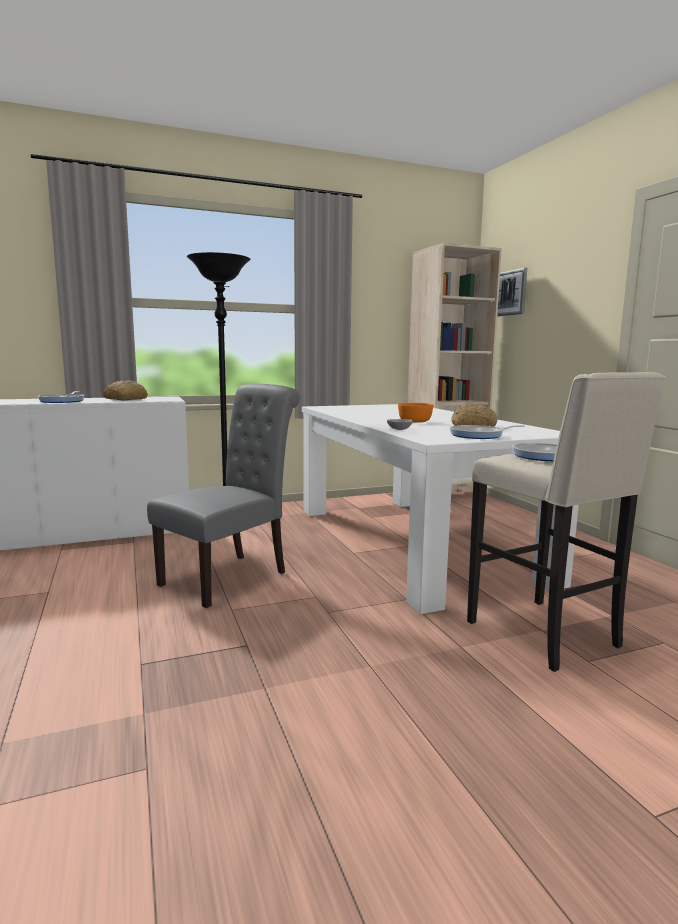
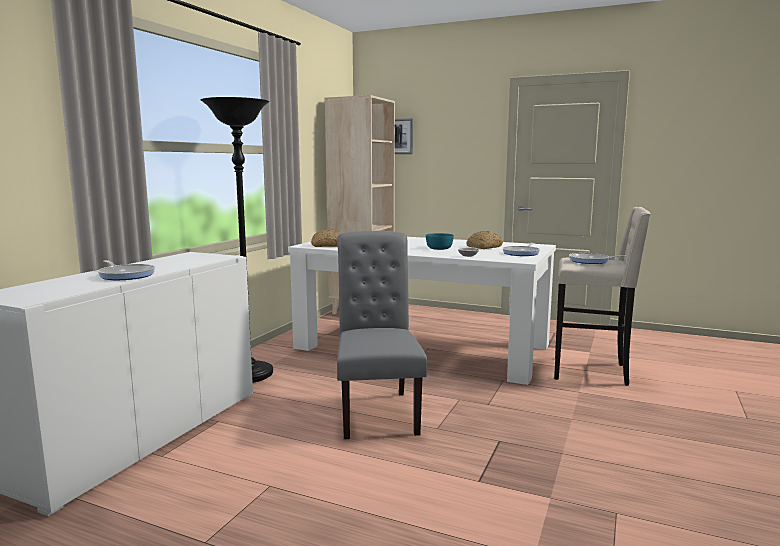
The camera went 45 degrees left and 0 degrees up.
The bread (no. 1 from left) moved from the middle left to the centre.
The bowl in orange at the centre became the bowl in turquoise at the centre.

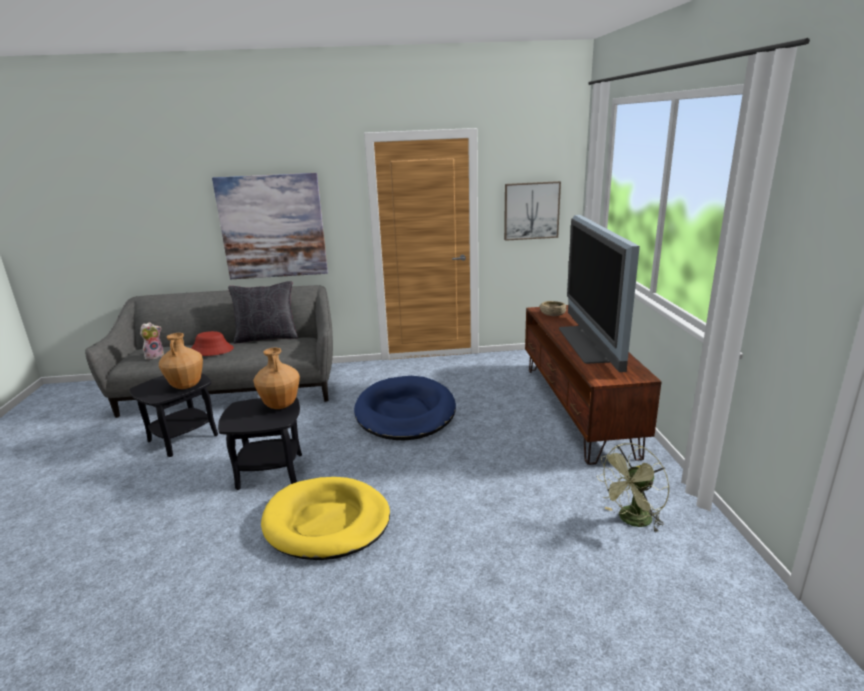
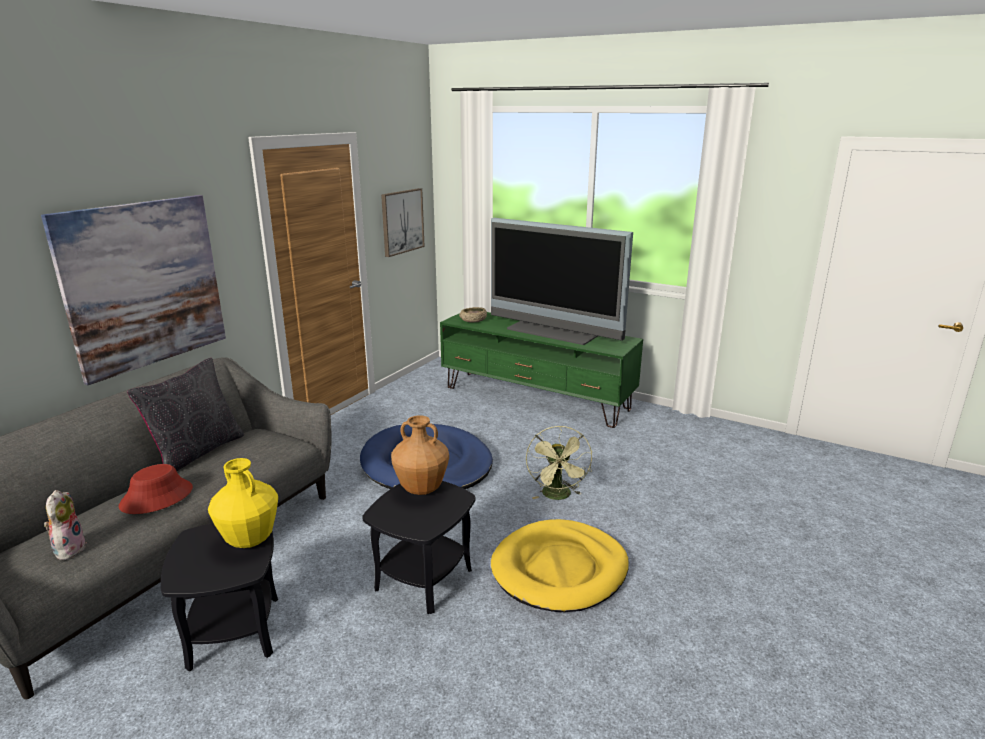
The camera went 55 degrees left and 0 degrees up.
The vase in brown (no. 1 from left) at the middle left became the vase in yellow at the bottom left.
The tv stand in brown at the middle right became the tv stand in green at the centre.
The fan in green moved from the bottom right to the centre.

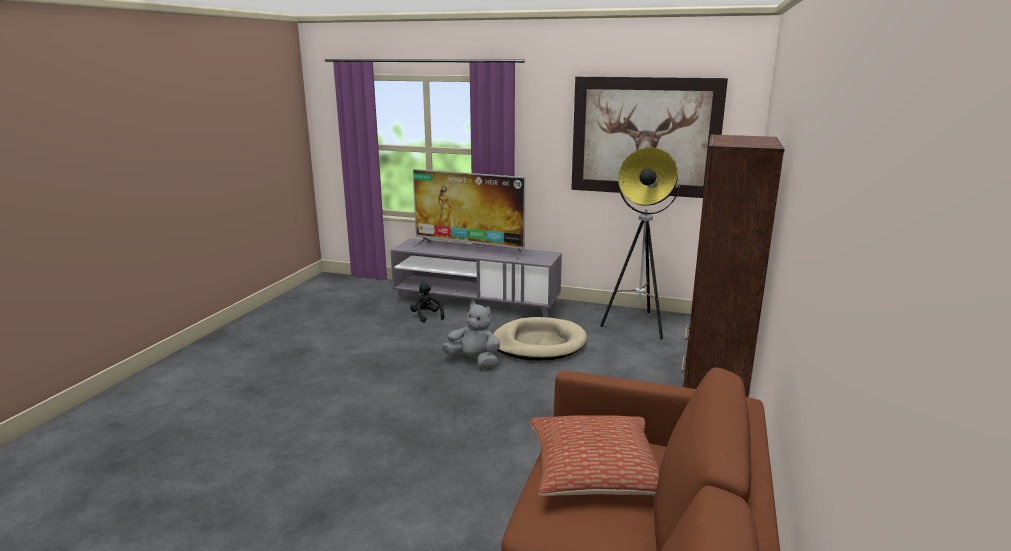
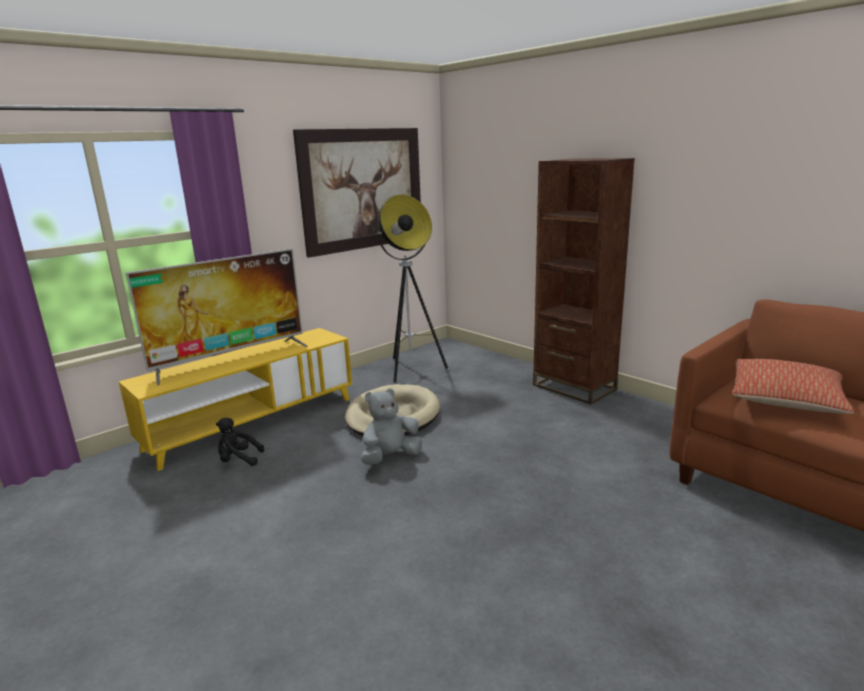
The camera went 60 degrees left and 0 degrees up.
The tv stand in grey at the centre became the tv stand in yellow at the middle left.

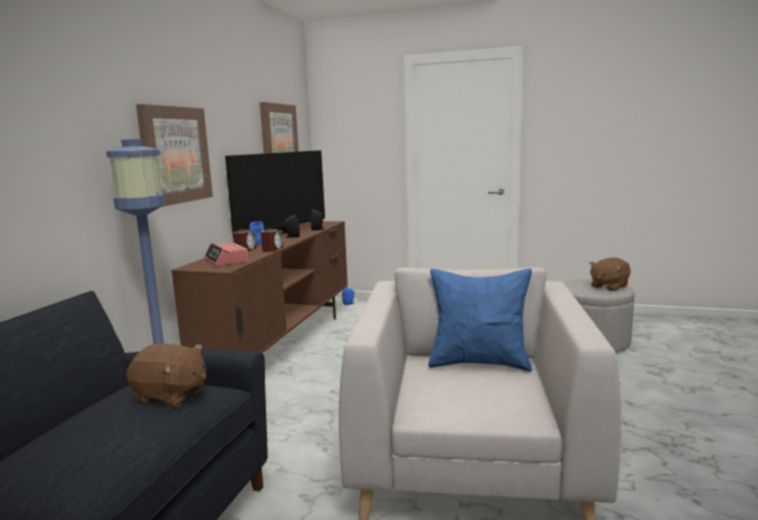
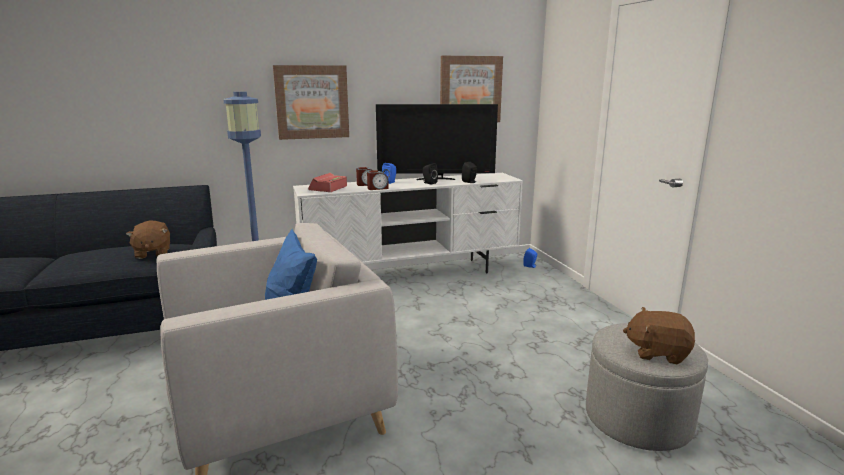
The camera went 55 degrees right and 5 degrees up.
The tv stand in brown at the centre became the tv stand in white at the centre.

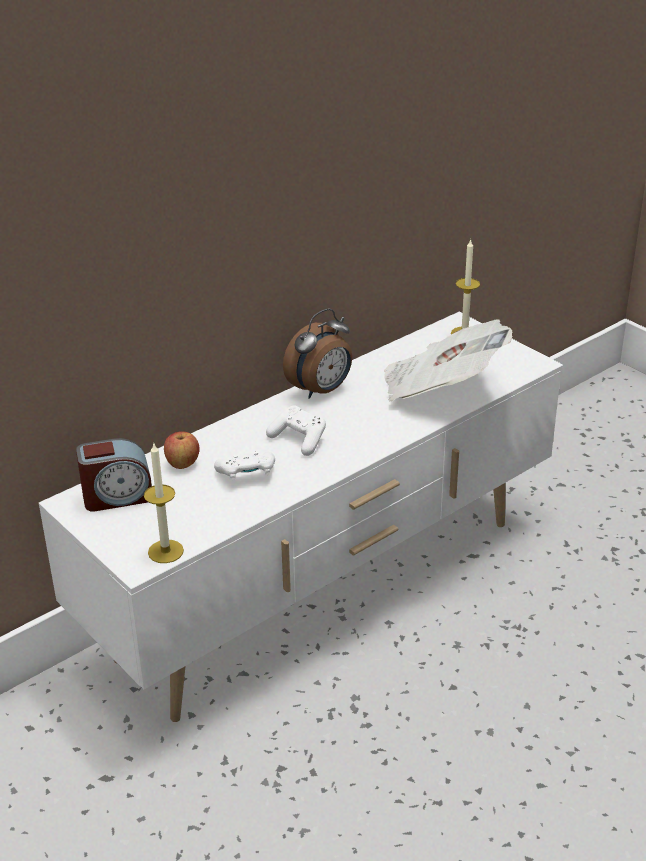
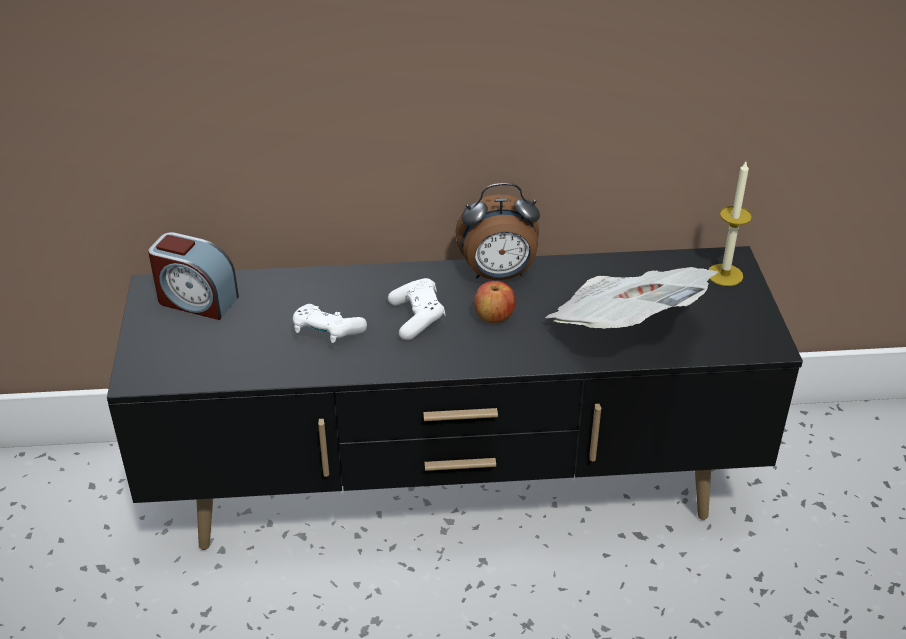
The camera went 35 degrees right and 5 degrees up.
The tv stand in white at the centre became the tv stand in black at the centre.
The apple moved from the middle left to the centre.
The candle (no. 1 from left) at the middle left disappeared.

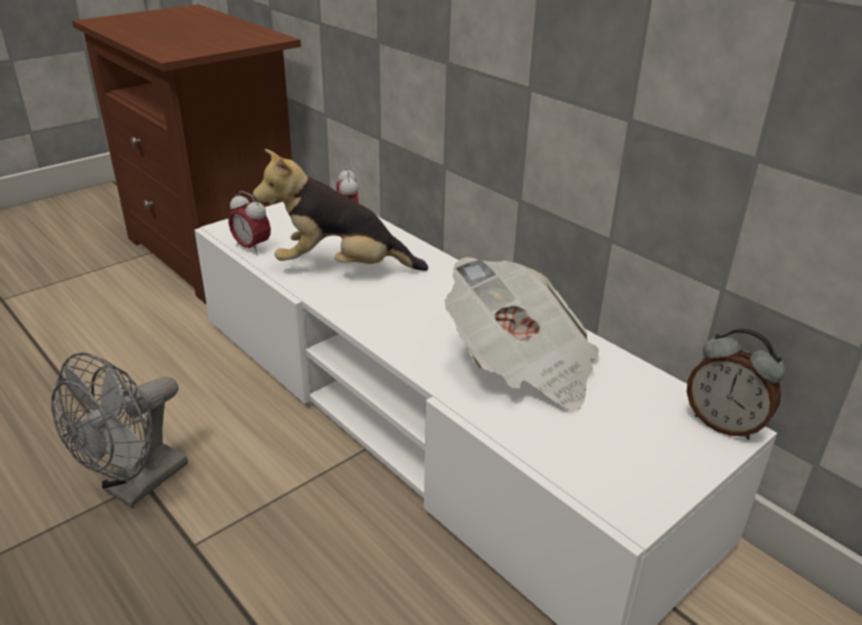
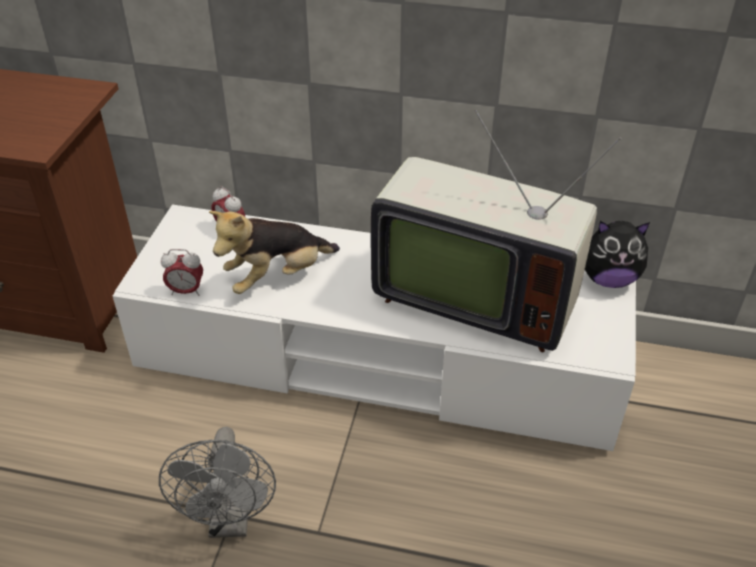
The camera went 35 degrees left and 10 degrees up.
The newspaper at the centre was replaced by the television at the centre.
The alarm clock (no. 3 from left) at the middle right was replaced by the plush toy (no. 2 from left) at the middle right.

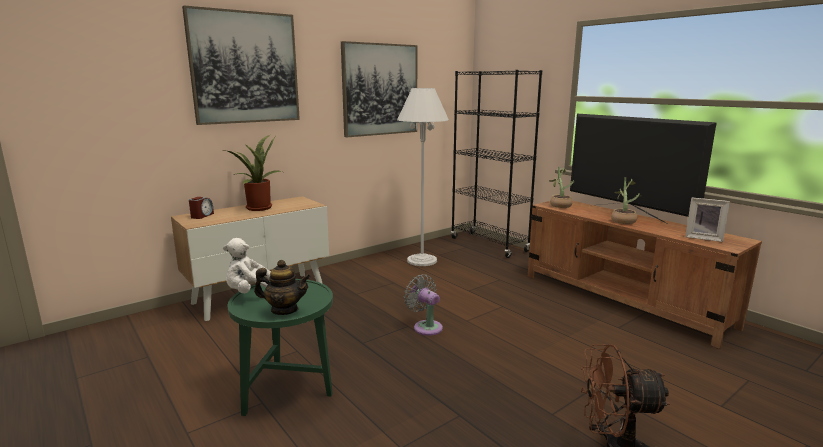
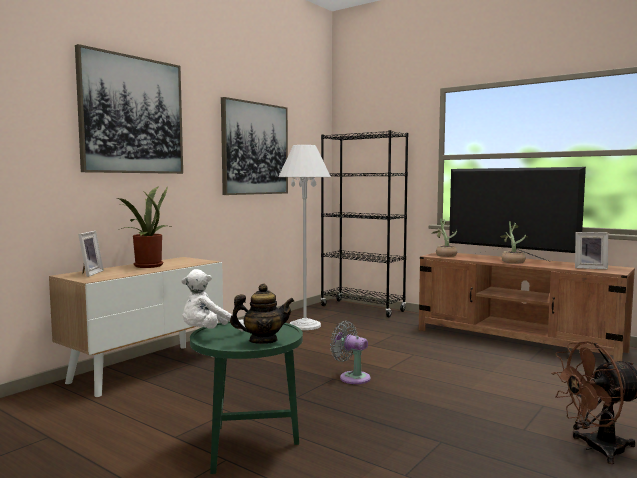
The camera went 15 degrees left and 10 degrees down.
The alarm clock at the middle left was replaced by the picture frame (no. 1 from left) at the middle left.

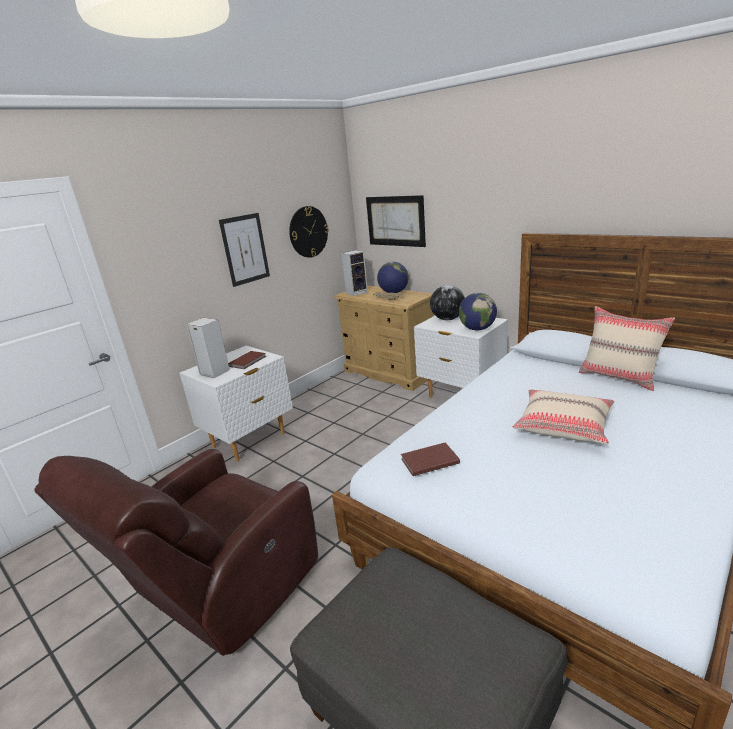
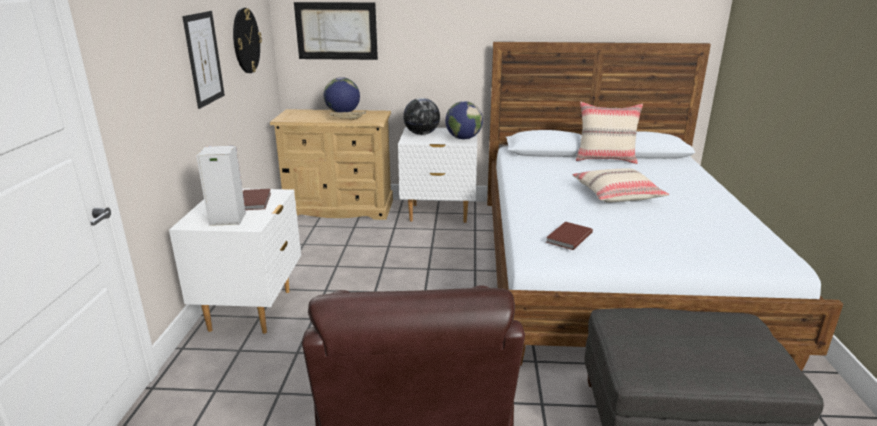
The camera went 40 degrees left and 0 degrees up.
The speaker (no. 2 from left) at the centre disappeared.

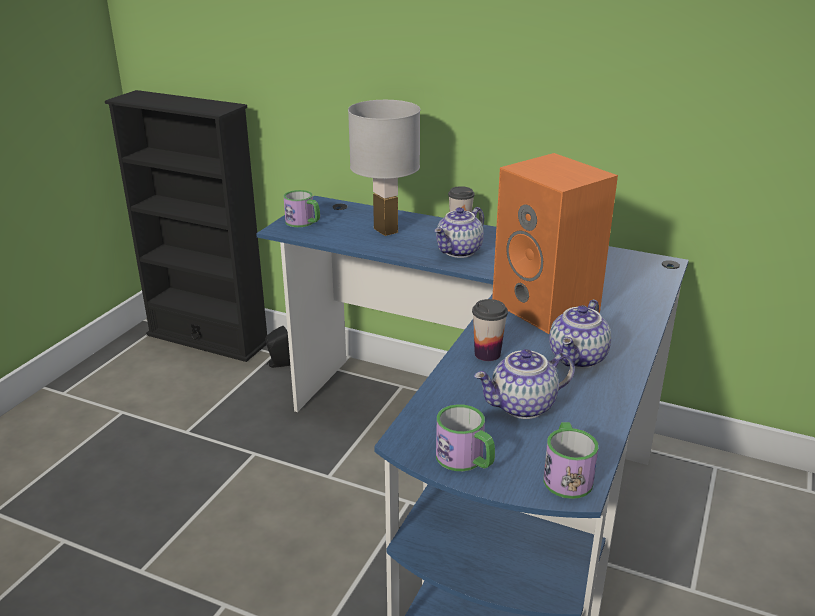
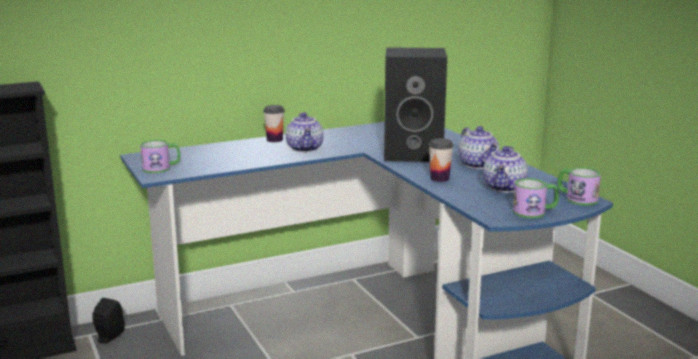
The camera went 50 degrees left and 10 degrees down.
The speaker in orange at the middle right became the speaker in black (no. 2 from left) at the top centre.
The table lamp in white at the top centre disappeared.

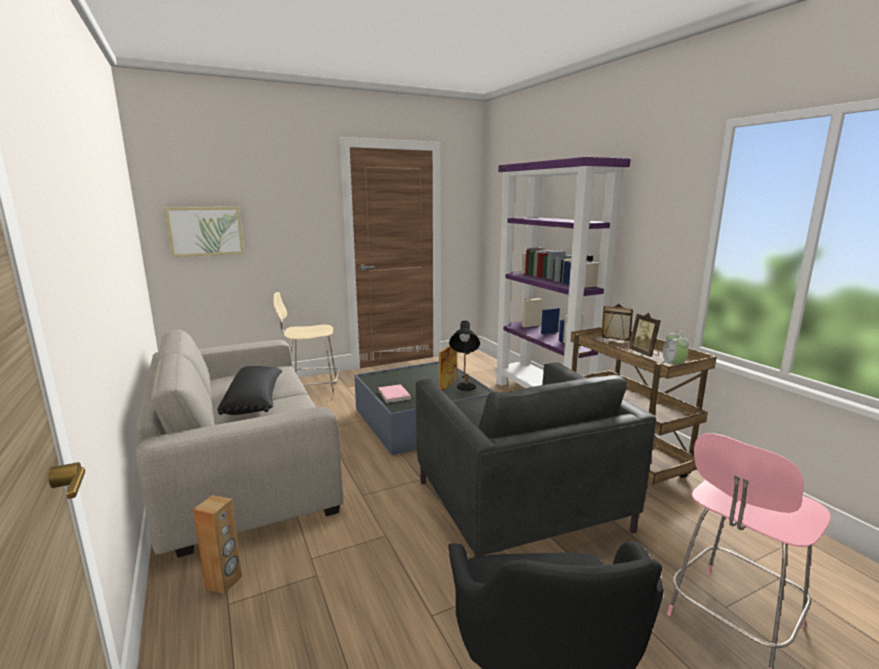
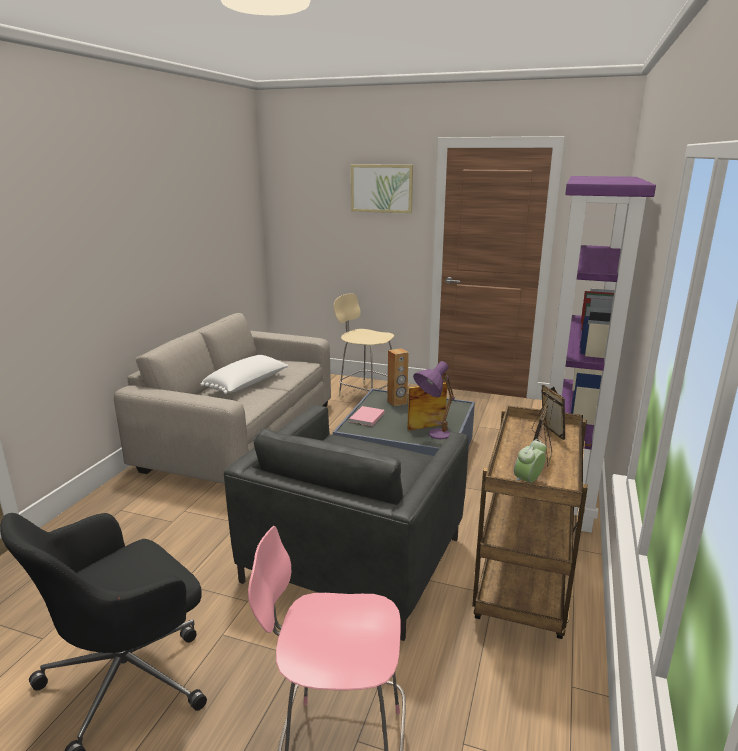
The camera went 45 degrees right and 5 degrees up.
The pillow in black at the middle left became the pillow in white at the middle left.
The picture moved from the middle left to the top centre.
The speaker in brown moved from the bottom left to the centre.
The table lamp in black at the centre became the table lamp in purple at the centre.

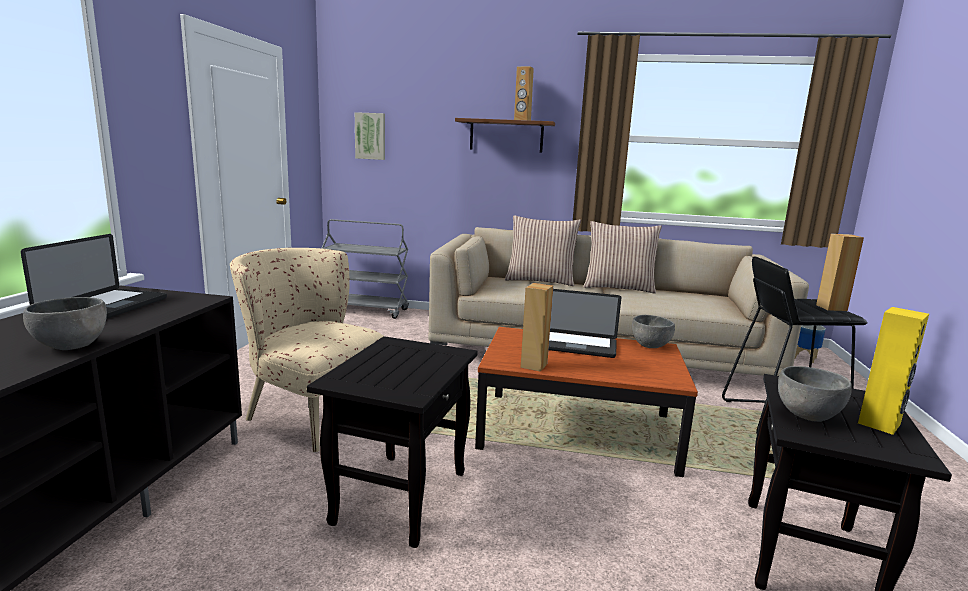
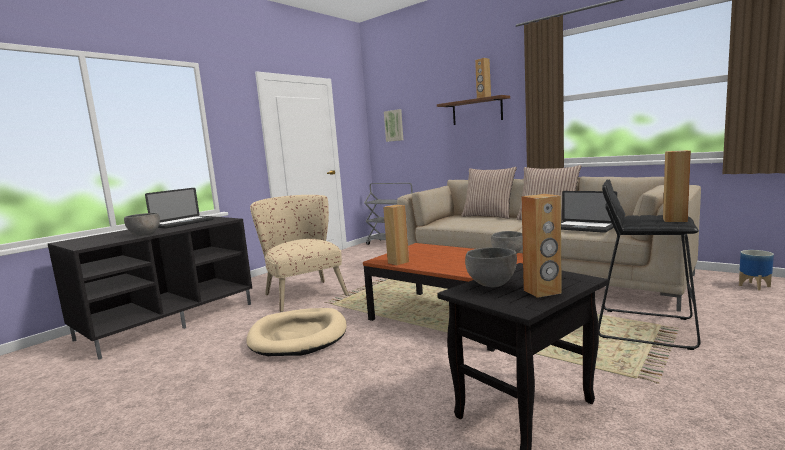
The camera went 30 degrees right and 5 degrees down.
The side table in black (no. 1 from left) at the bottom centre was replaced by the dog bed in beige at the bottom centre.
The speaker in yellow at the middle right became the speaker in brown (no. 3 from left) at the middle right.
The laptop (no. 2 from left) moved from the centre to the middle right.

